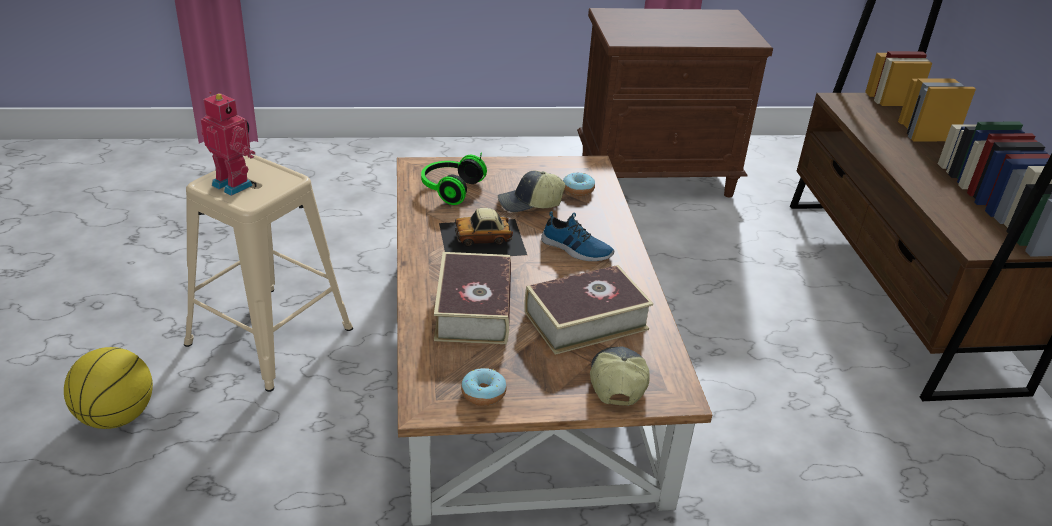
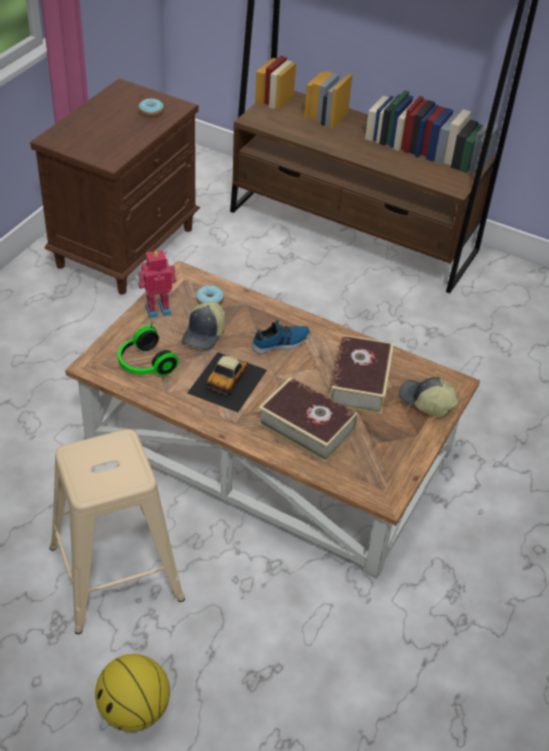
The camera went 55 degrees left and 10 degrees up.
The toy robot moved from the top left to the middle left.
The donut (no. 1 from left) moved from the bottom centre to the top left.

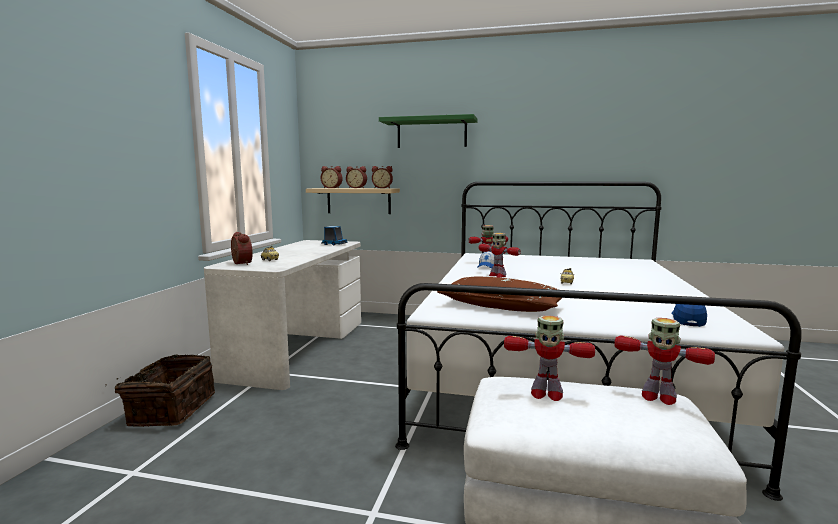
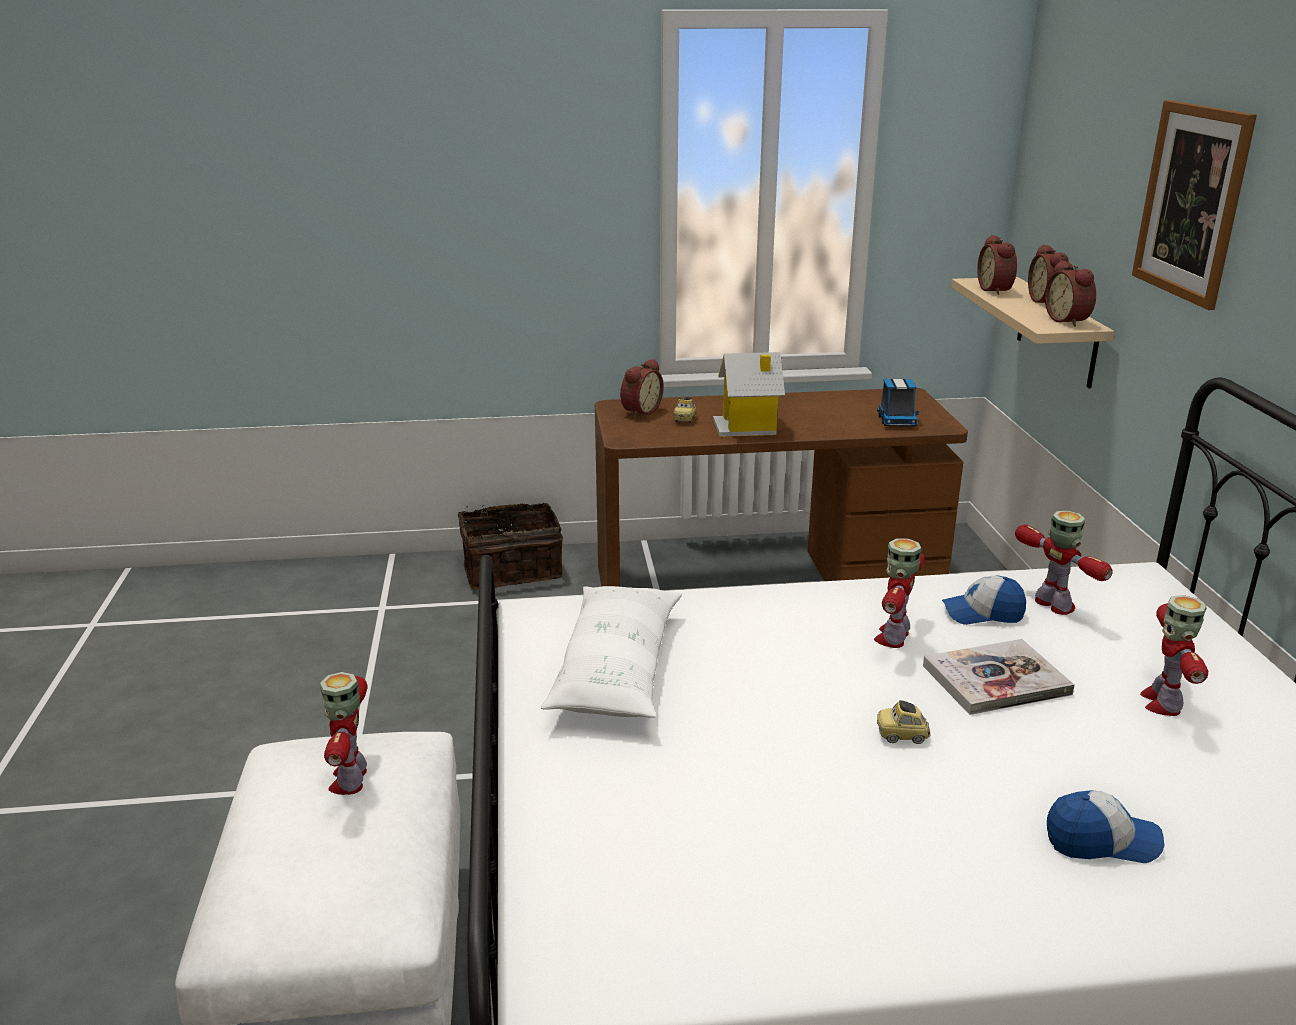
The camera went 70 degrees right and 15 degrees up.
The pillow in brown at the centre became the pillow in white at the centre.
The desk in white at the centre became the desk in brown at the centre.
The toy house at the centre appeared.
The book at the middle right appeared.
The cap (no. 2 from left) moved from the middle right to the bottom right.
The shelf in green at the top centre was replaced by the picture at the top right.
The toy robot (no. 4 from left) moved from the bottom right to the middle right.

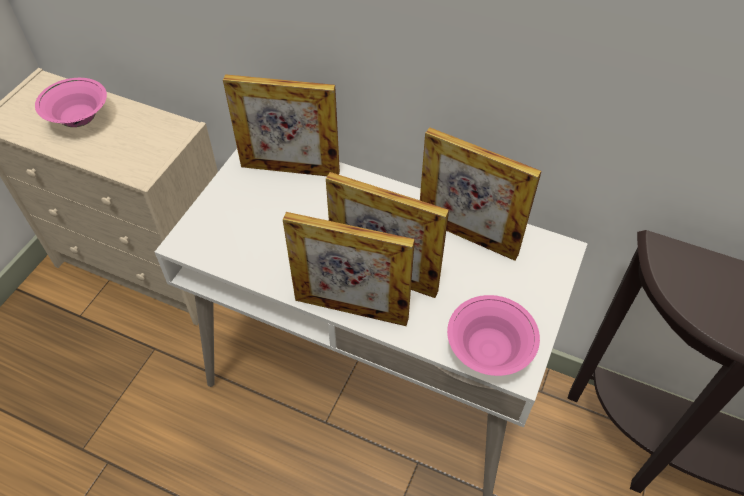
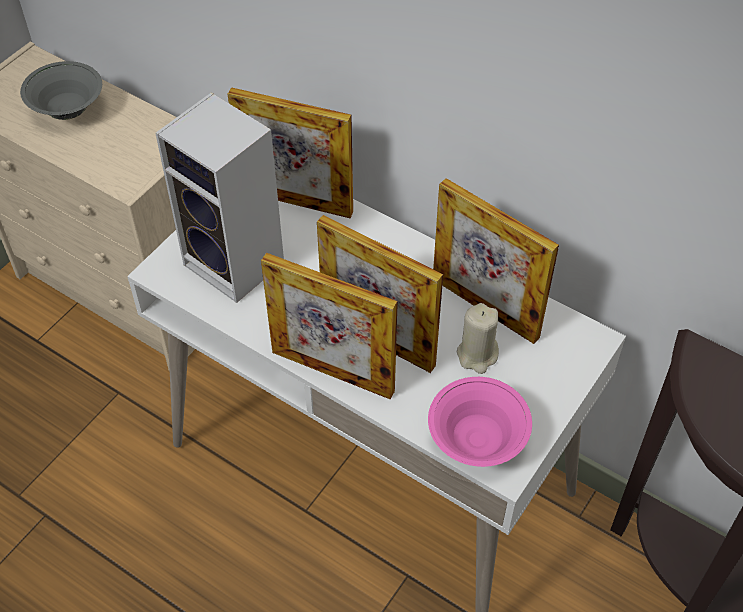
The camera went 10 degrees right and 0 degrees up.
The bowl in pink (no. 1 from left) at the top left became the bowl in grey at the top left.
The speaker at the top left appeared.
The candle in beige at the centre appeared.

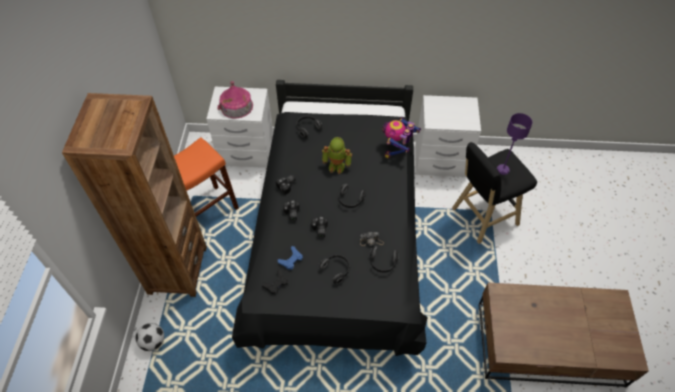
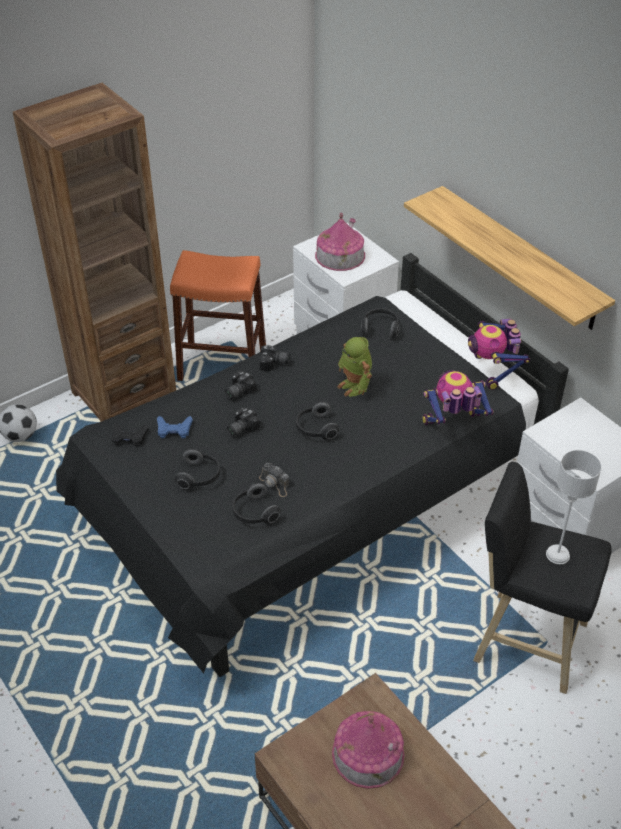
The camera went 50 degrees right and 10 degrees down.
The toy house (no. 2 from left) at the bottom centre appeared.
The shelf at the top right appeared.
The toy robot (no. 3 from left) at the middle right appeared.
The table lamp in purple at the middle right became the table lamp in grey at the middle right.

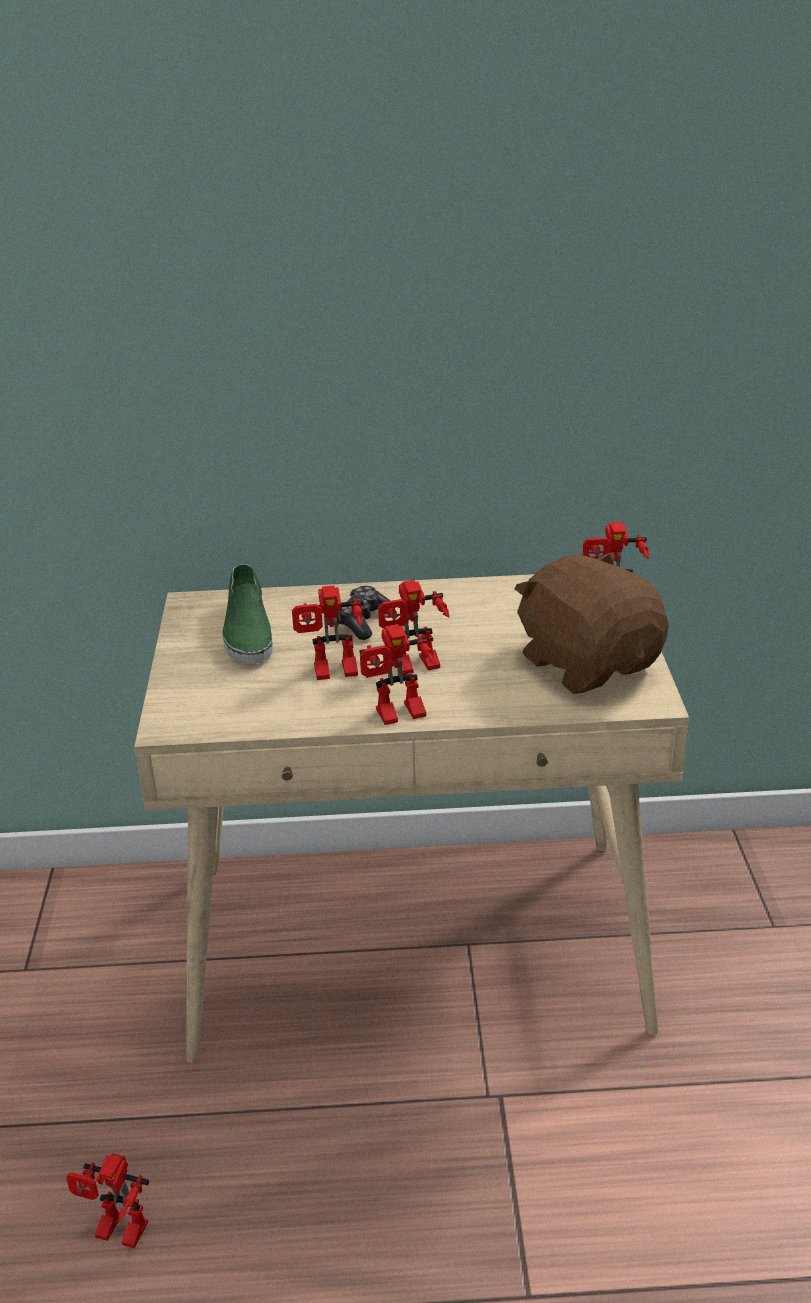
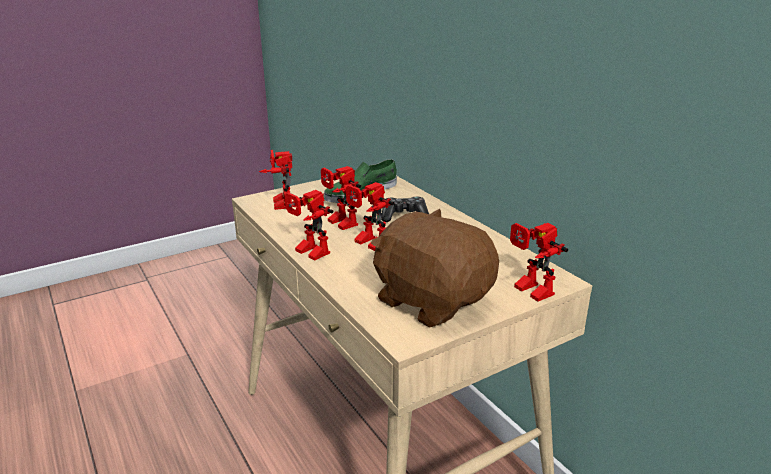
The camera went 60 degrees right and 5 degrees down.
The toy robot (no. 1 from left) moved from the bottom left to the centre.
The plush toy in brown at the middle right turned 75 degrees counterclockwise.

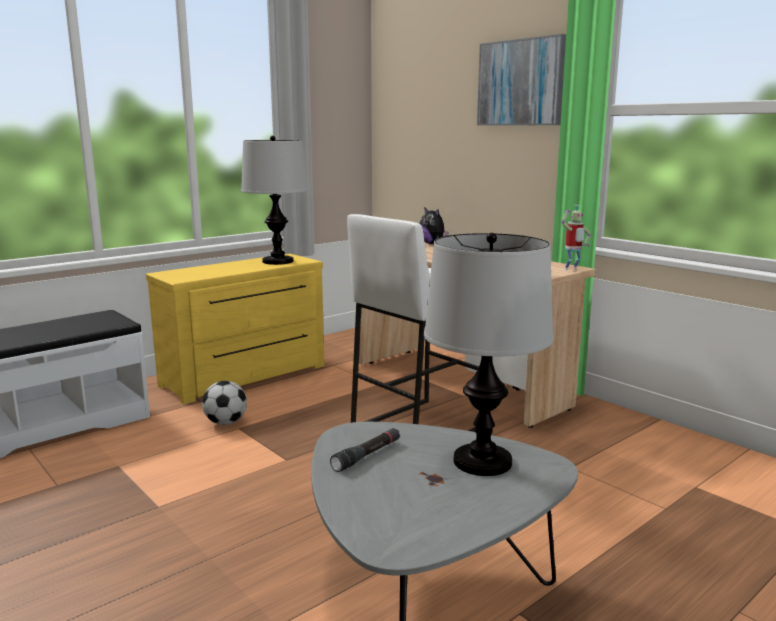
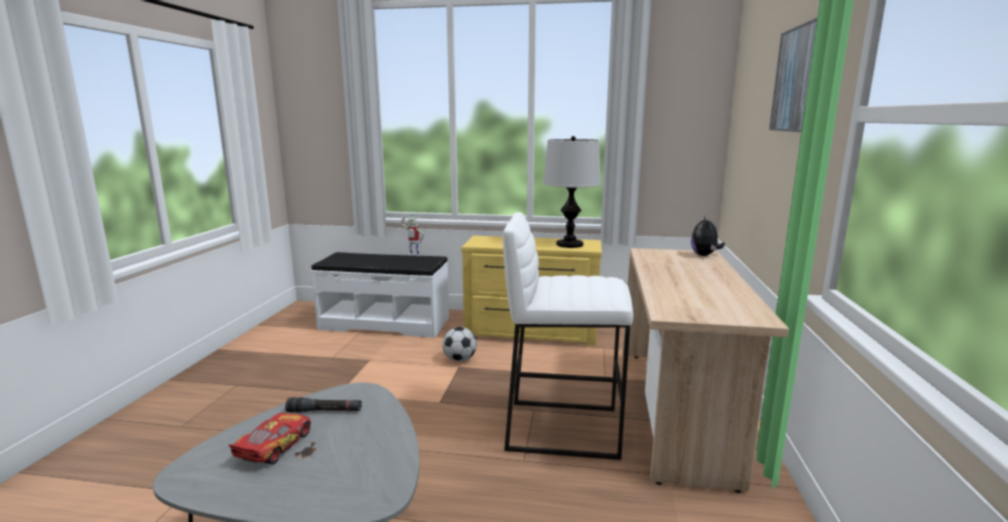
The camera went 50 degrees right and 0 degrees up.
The toy car at the bottom left appeared.
The toy robot moved from the middle right to the centre.
The table lamp (no. 2 from left) at the centre disappeared.

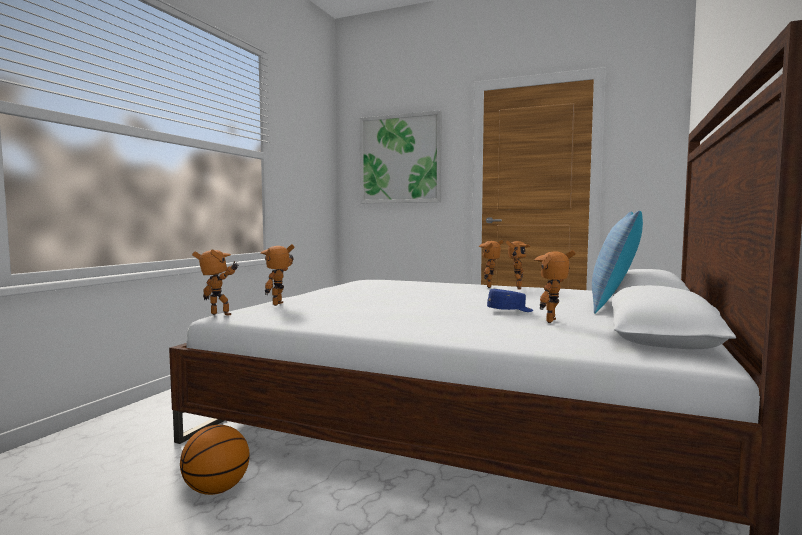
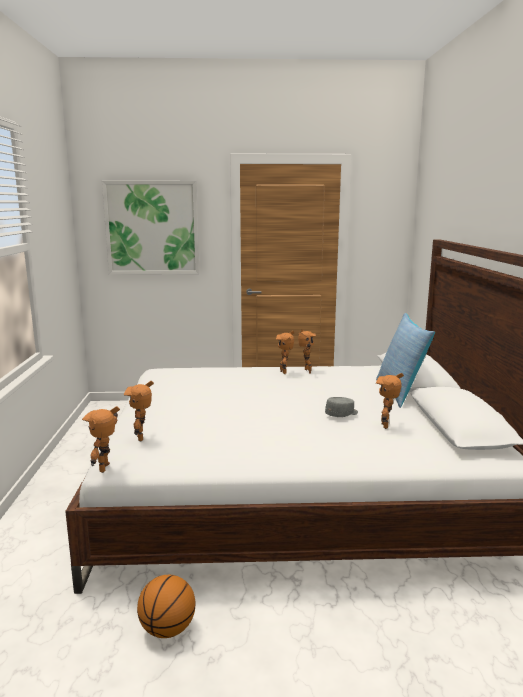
The camera went 25 degrees left and 10 degrees up.
The toy robot (no. 1 from left) at the middle left turned 75 degrees counterclockwise.
The cap in blue at the centre became the cap in grey at the centre.

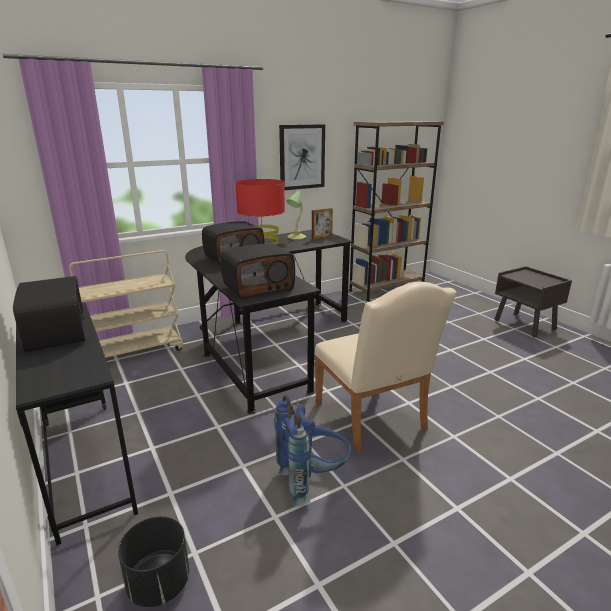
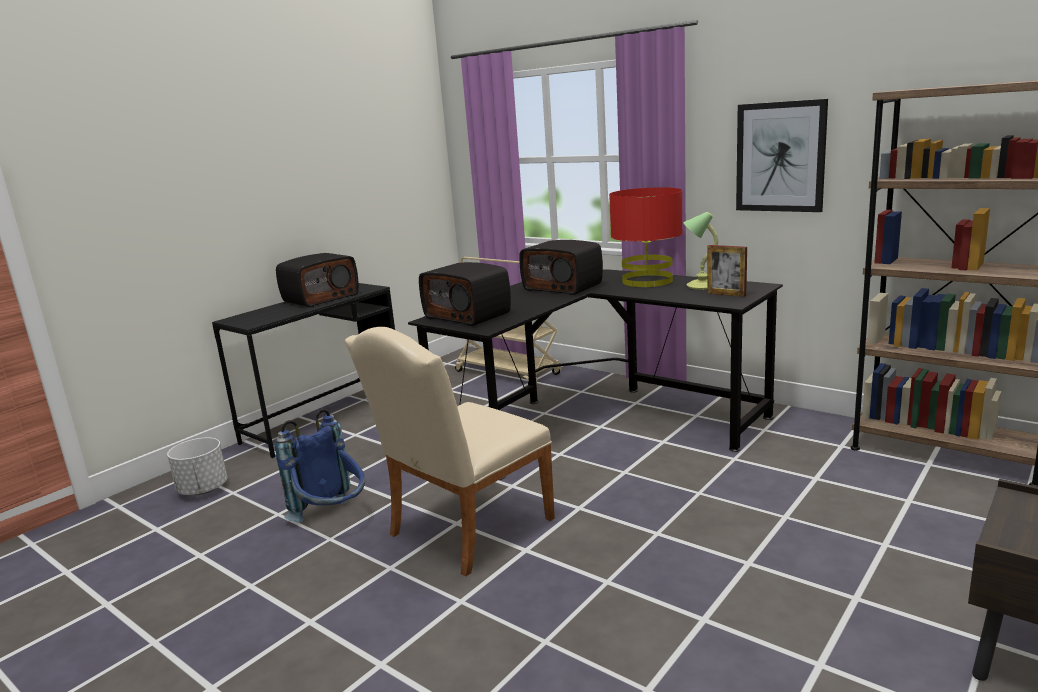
The camera went 70 degrees right and 5 degrees down.
The planter in black at the bottom left became the planter in white at the bottom left.

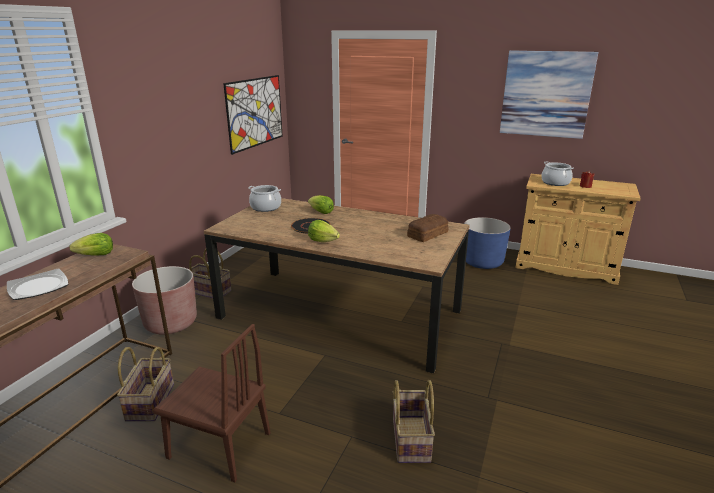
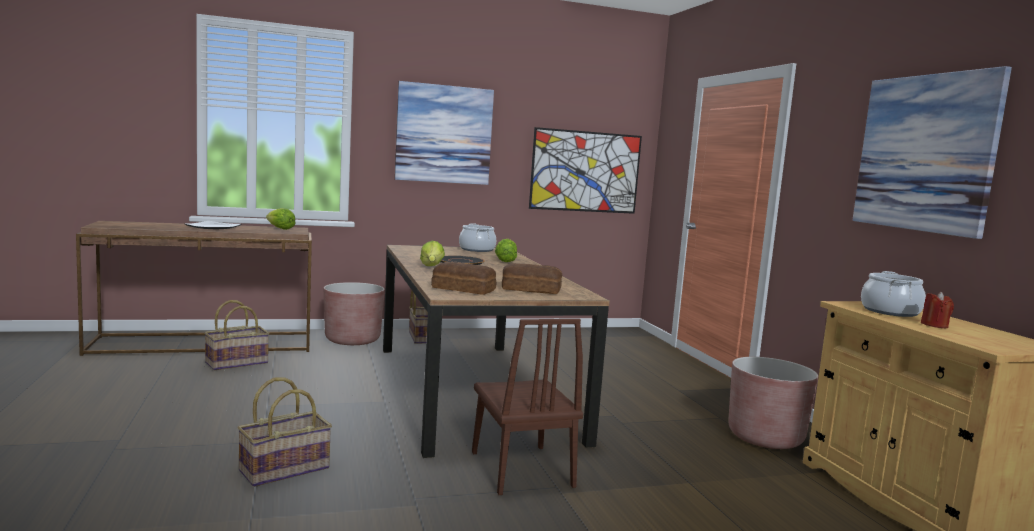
The camera went 50 degrees right and 15 degrees down.
The picture (no. 1 from left) at the top centre appeared.
The bread (no. 1 from left) at the centre appeared.
The chair in brown moved from the bottom left to the bottom centre.
The planter in blue at the middle right became the planter in brown (no. 2 from left) at the bottom right.

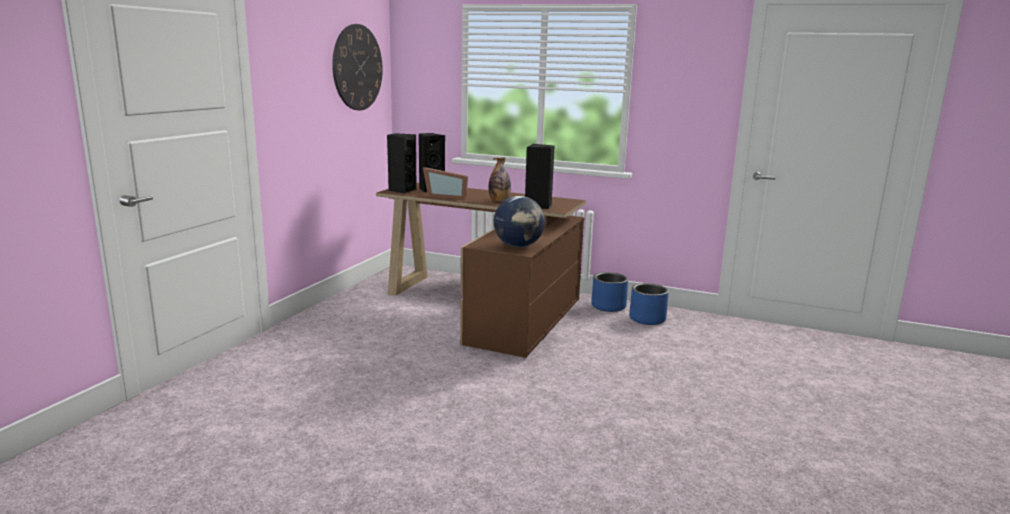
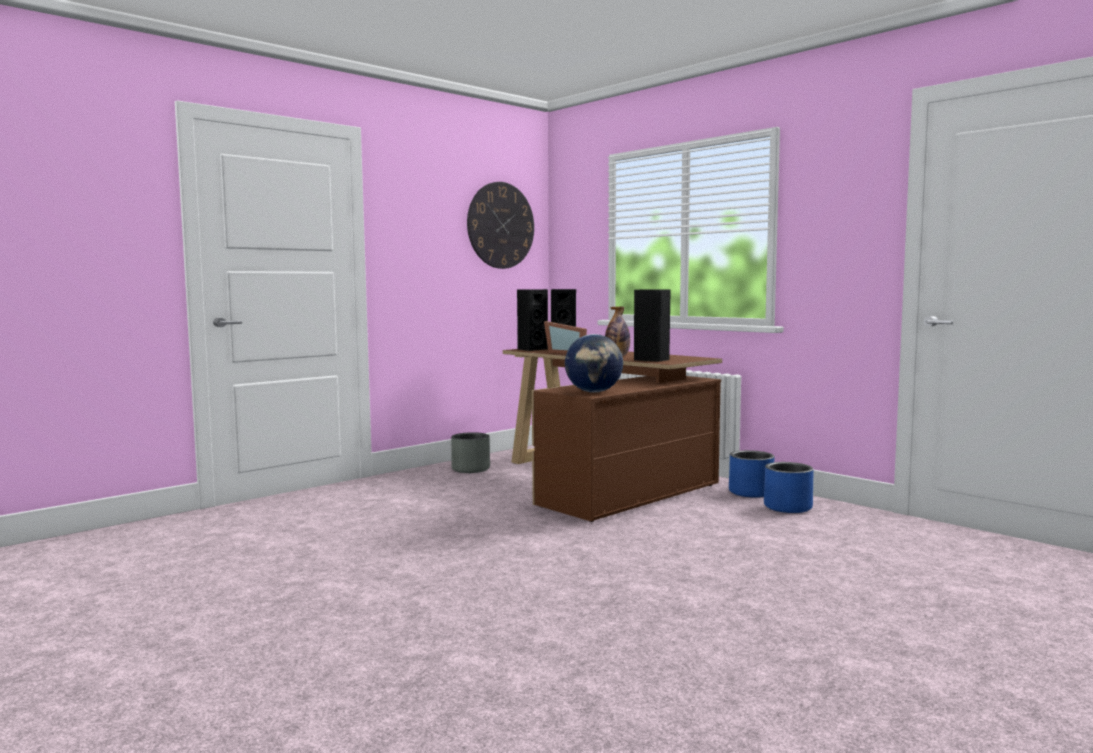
The camera went 25 degrees right and 10 degrees down.
The planter in grey at the centre appeared.

